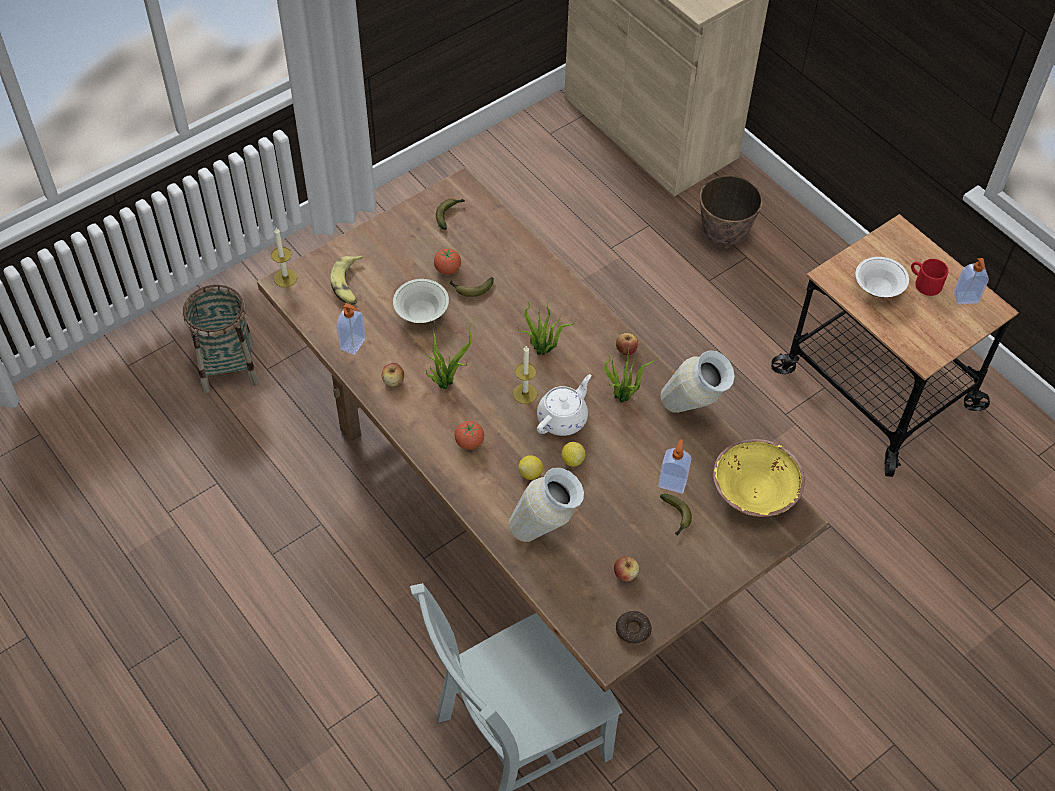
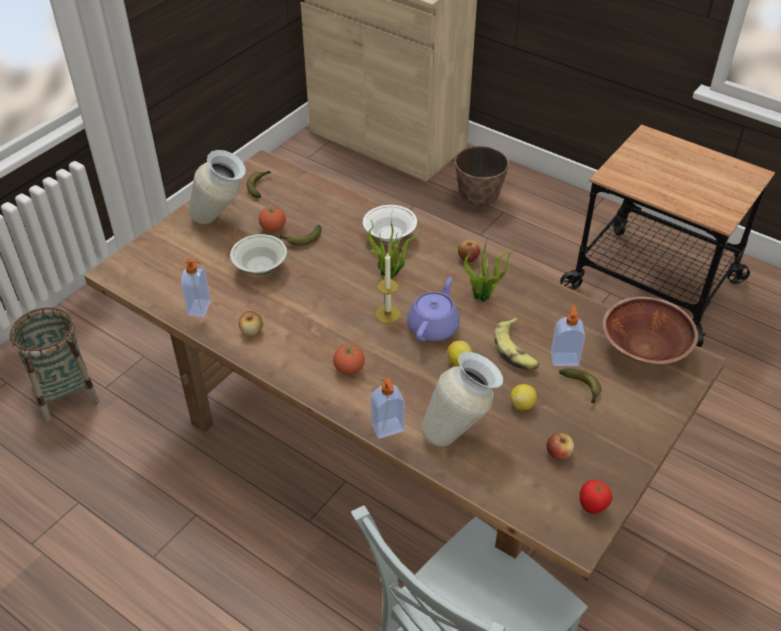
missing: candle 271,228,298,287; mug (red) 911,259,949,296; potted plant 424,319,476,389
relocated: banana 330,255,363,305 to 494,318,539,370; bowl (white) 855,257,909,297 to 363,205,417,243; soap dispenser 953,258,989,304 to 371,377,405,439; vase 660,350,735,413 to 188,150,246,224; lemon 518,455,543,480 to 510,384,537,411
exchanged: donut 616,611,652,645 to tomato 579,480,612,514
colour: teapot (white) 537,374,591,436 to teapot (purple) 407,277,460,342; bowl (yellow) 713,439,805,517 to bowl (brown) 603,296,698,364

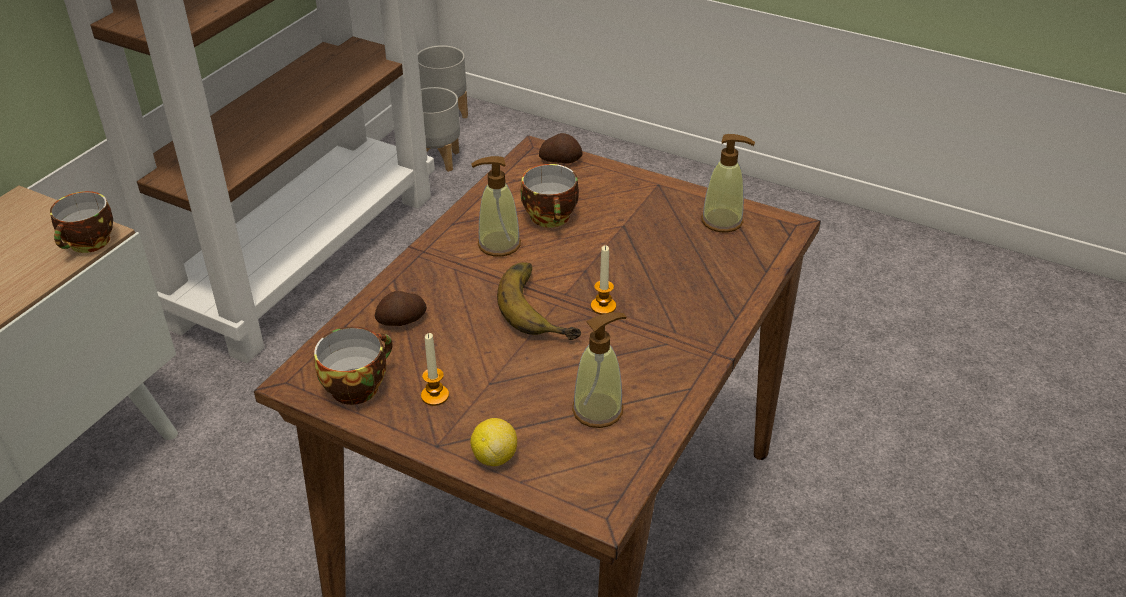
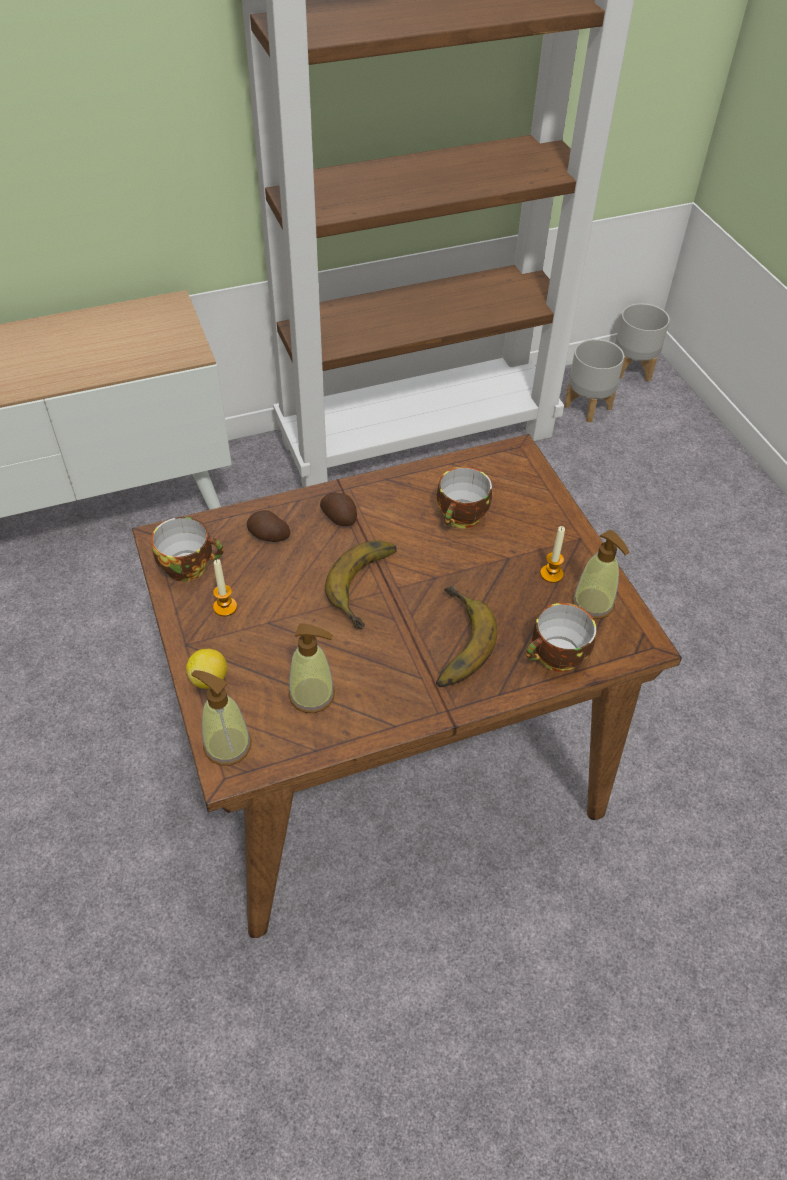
appeared: banana 436,585,497,687
relocated: potato 539,133,583,164 to 320,493,357,526; soap dispenser 471,156,521,257 to 191,670,252,766; cup 50,191,113,253 to 526,603,596,672; candle 591,245,616,315 to 540,526,565,583

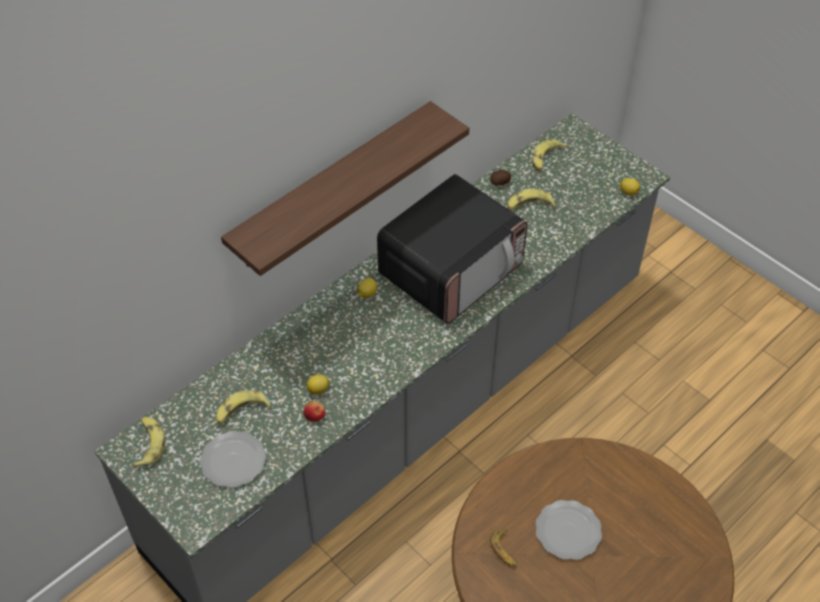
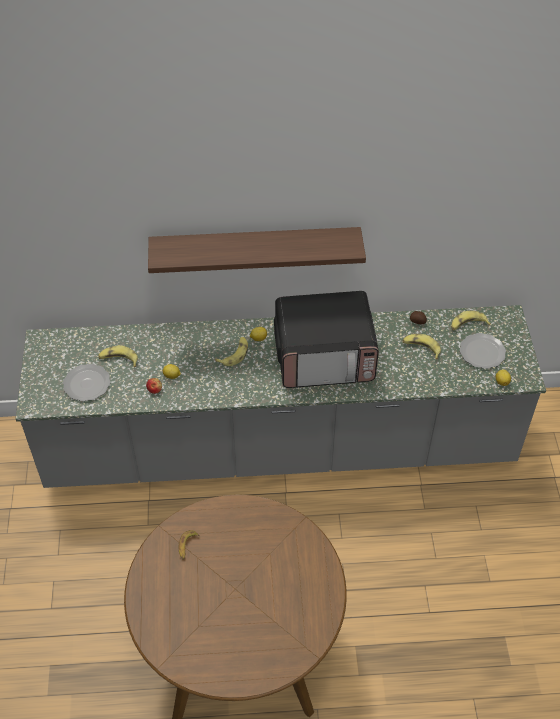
relocated: banana 132,417,165,467 to 215,337,248,366; plate 535,500,602,560 to 460,333,506,369

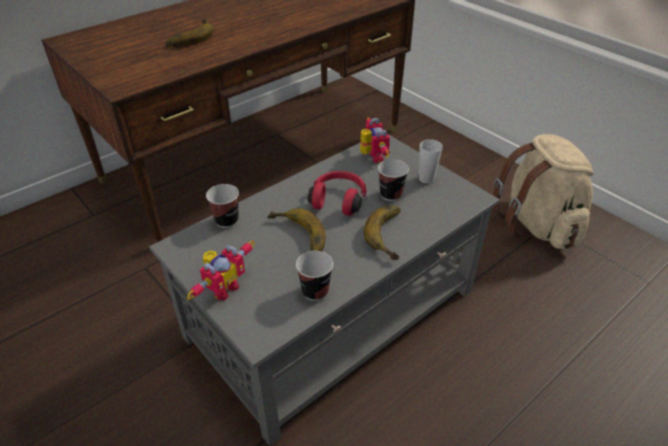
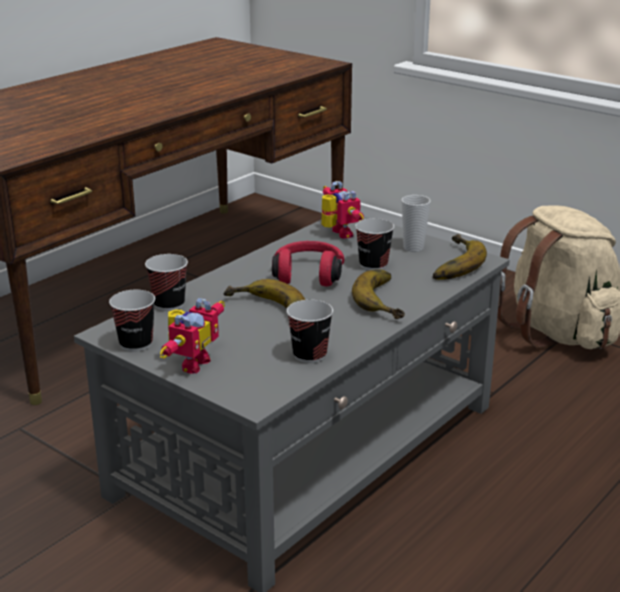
appeared: cup 109,290,155,352
relocated: banana 165,19,214,47 to 433,234,487,280

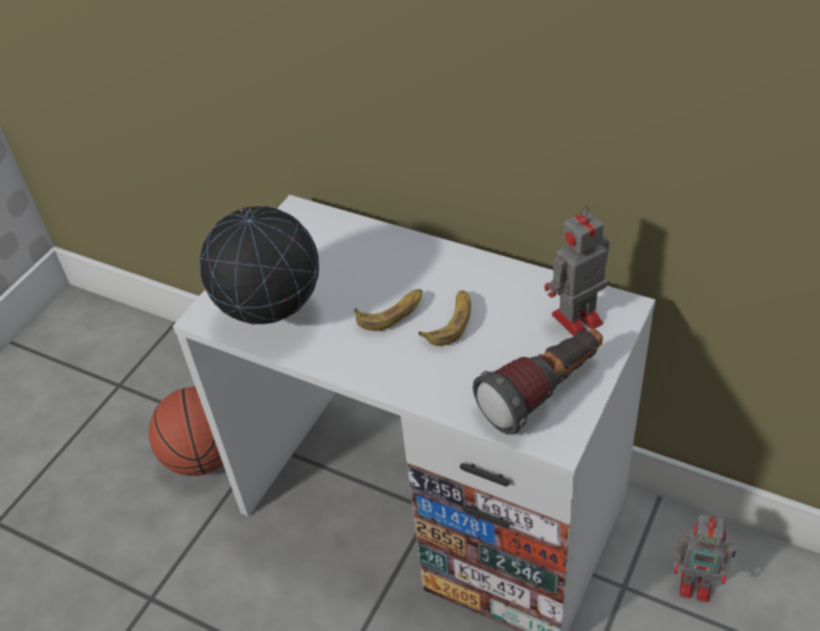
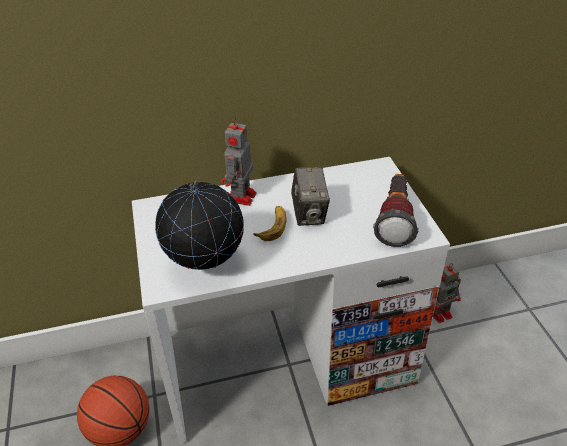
relocated: toy robot 544,206,609,336 to 221,117,256,206
exchanged: banana 418,290,471,346 to photo camera 291,167,330,226

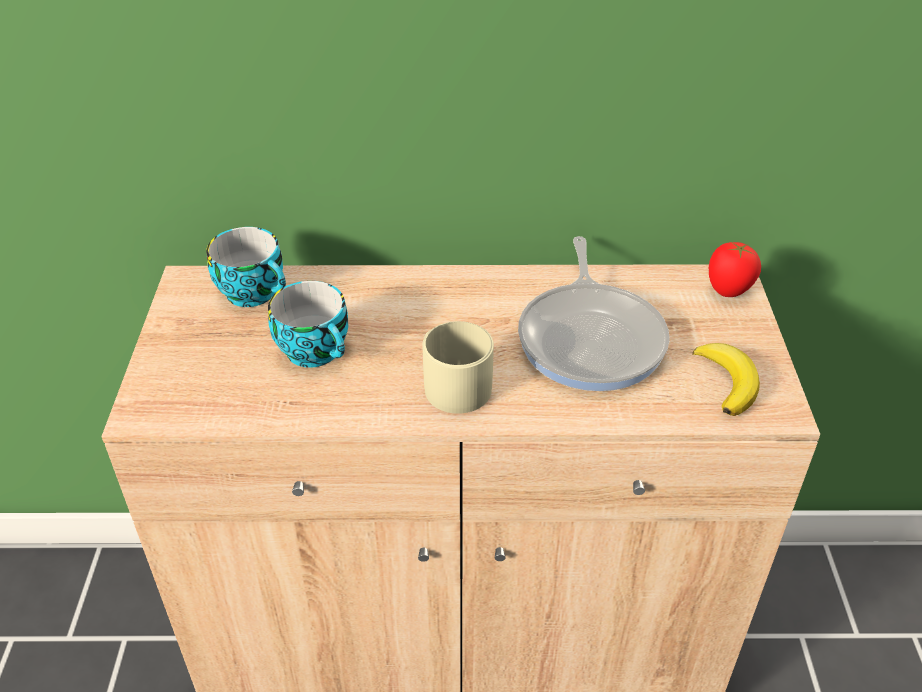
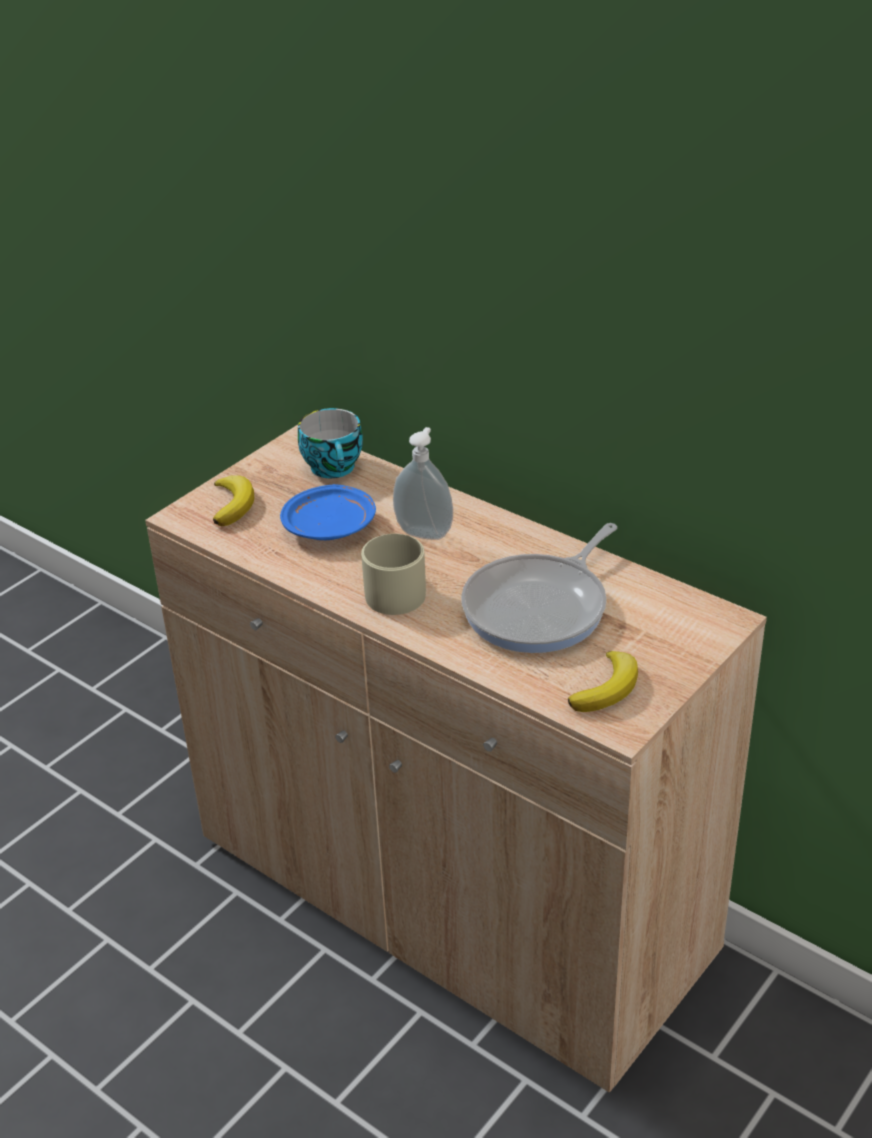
missing: tomato 709,242,761,297
appeared: soap dispenser 393,427,453,540; banana 213,475,254,526
exchanged: cup 268,281,348,368 to plate (blue) 280,484,376,540

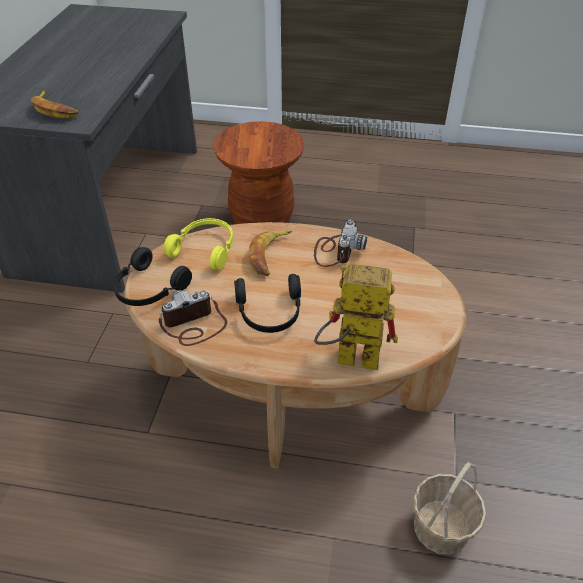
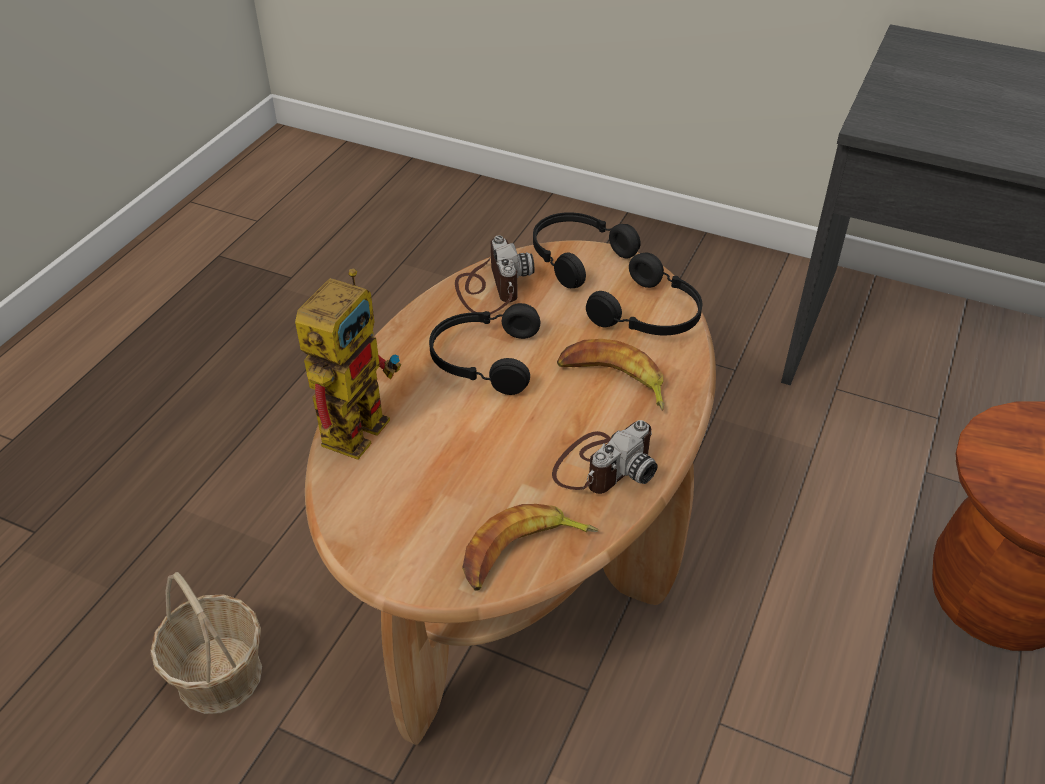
relocated: banana 31,90,79,118 to 462,504,598,590
colour: headphones (yellow) 164,218,233,270 to headphones (black) 586,252,702,335
spun: photo camera 314,220,367,267 = 552,420,658,494 75 degrees counterclockwise

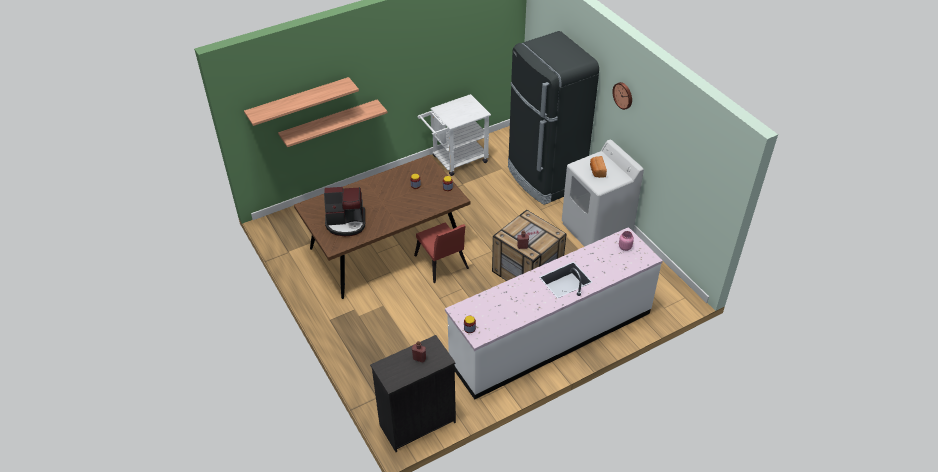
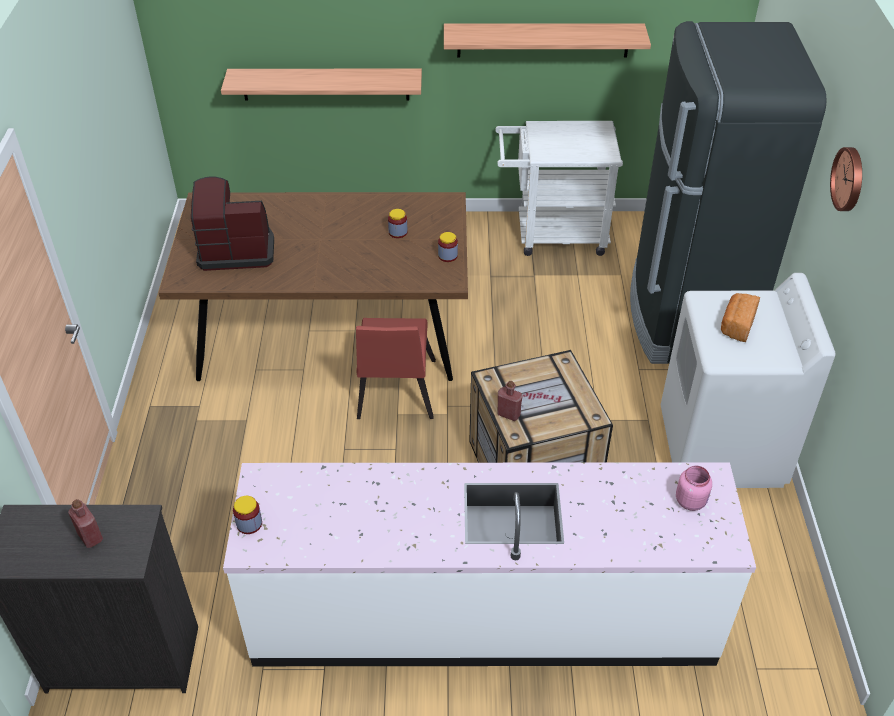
relocated: shelf 244,77,359,126 to 444,23,651,58
spun: coffee machine 324,187,365,236 = 191,176,274,271 150 degrees clockwise

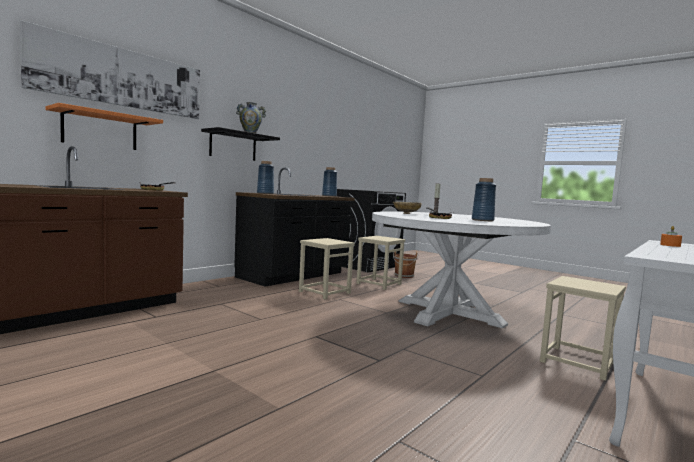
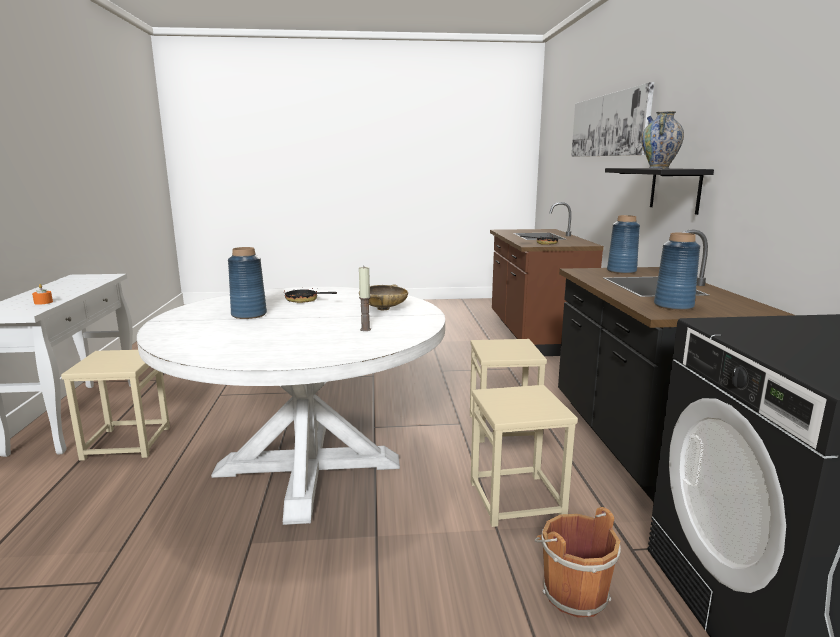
missing: shelf (orange) 45,103,163,150

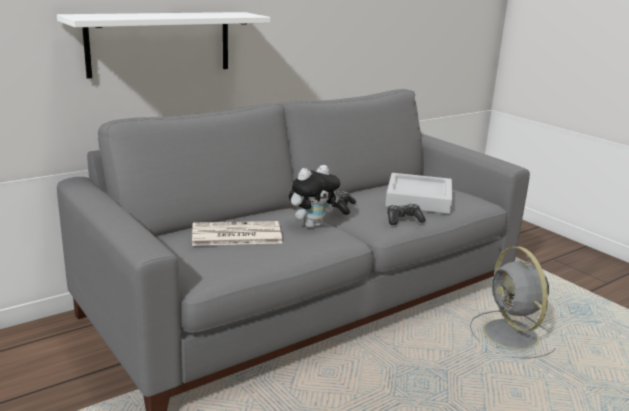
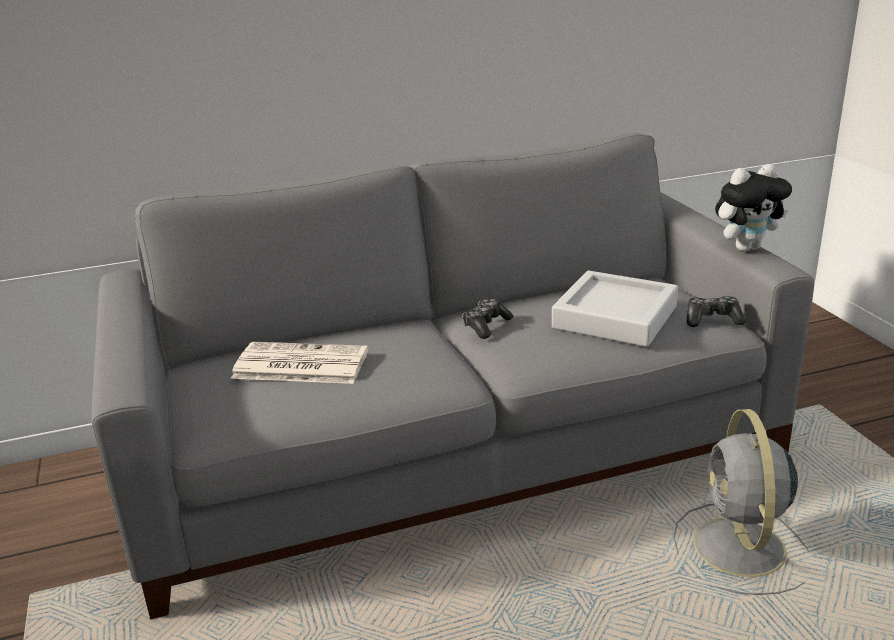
missing: shelf (white) 57,12,270,79
relocated: plush toy 289,165,340,228 to 715,164,792,252; game controller 387,204,426,225 to 687,296,746,327

